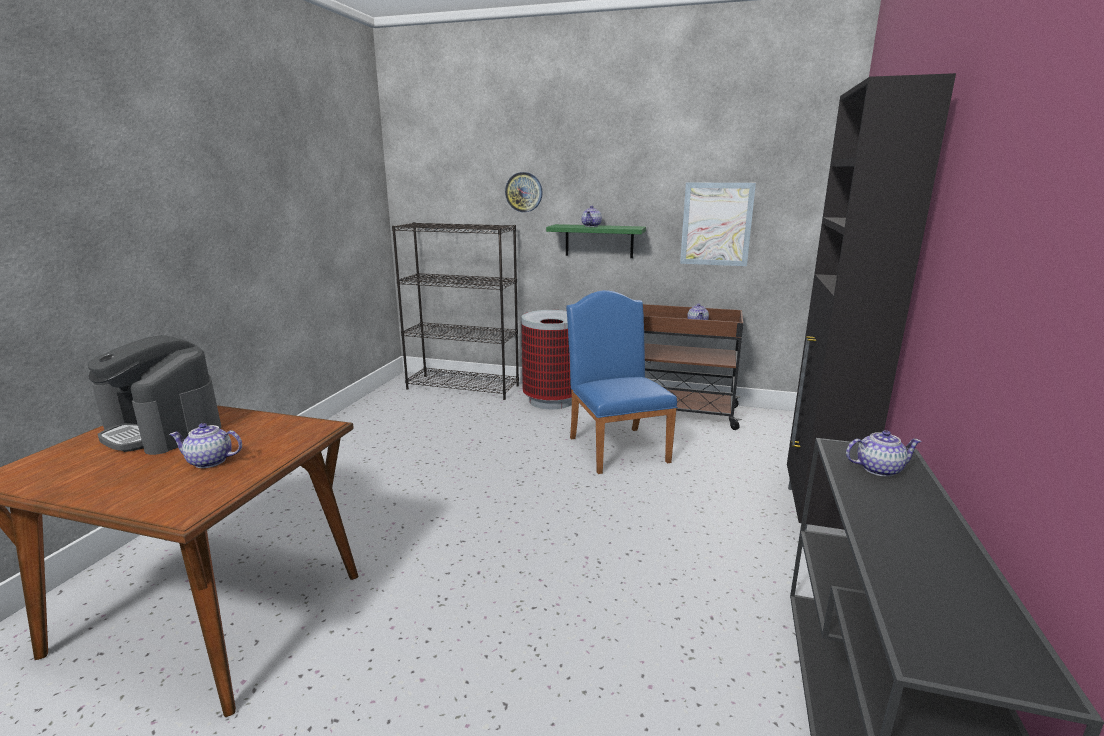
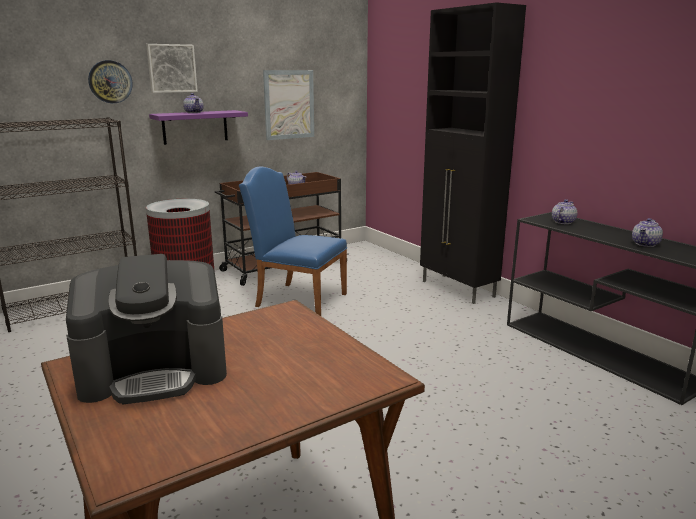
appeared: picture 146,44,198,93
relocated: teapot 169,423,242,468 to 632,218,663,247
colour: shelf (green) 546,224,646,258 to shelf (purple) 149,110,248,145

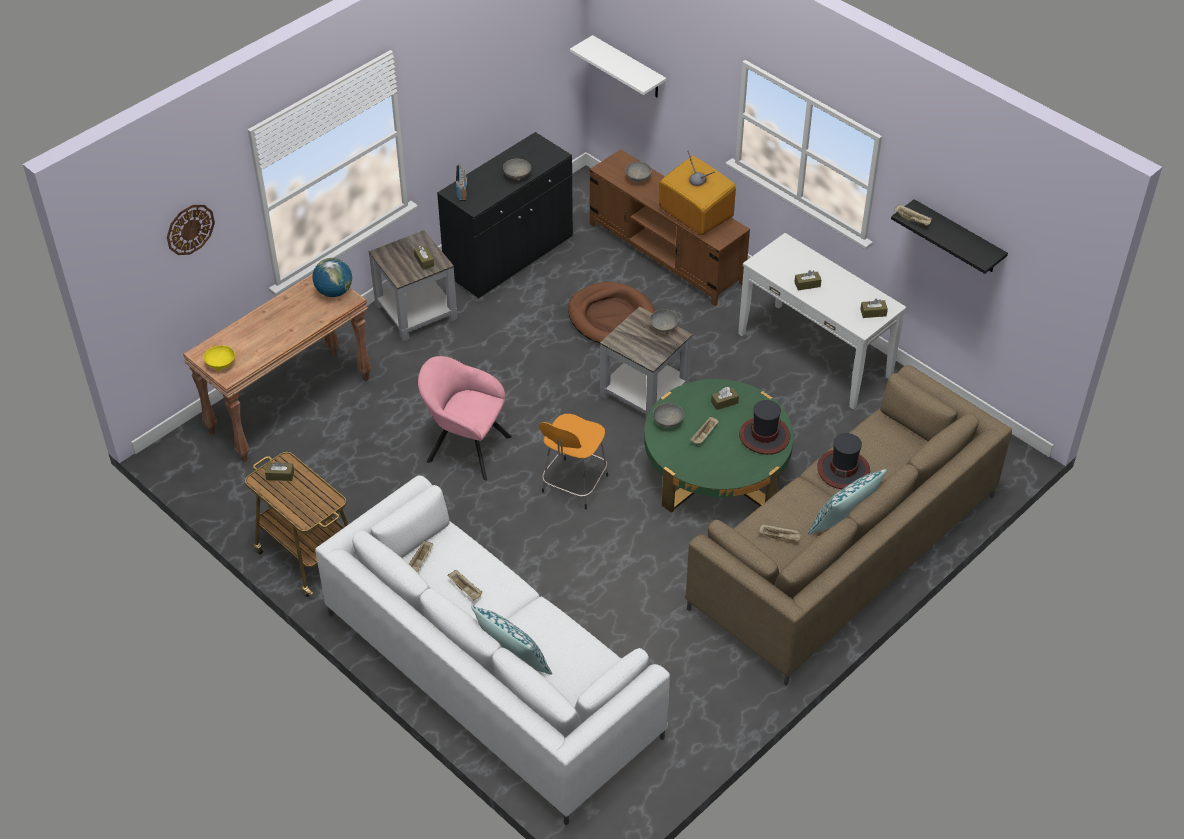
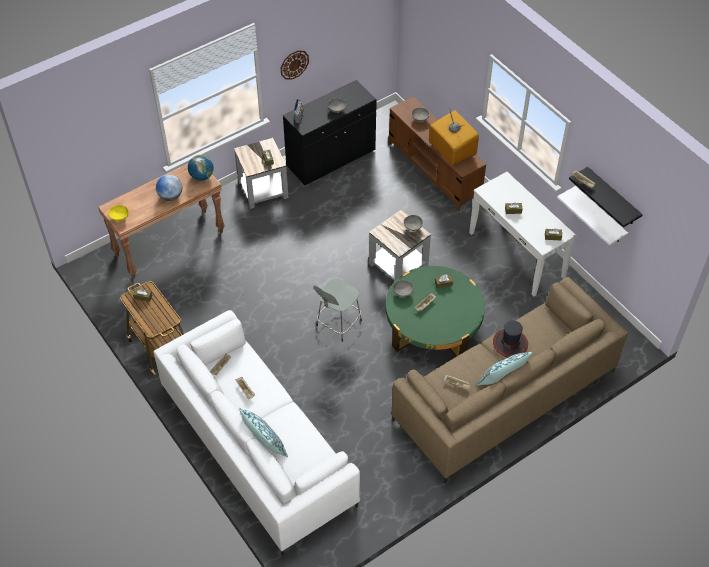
missing: dog bed (brown) 568,282,655,343; armchair (pink) 418,356,512,480; hat 739,400,790,455
appeared: globe 156,175,182,201
relocated: shelf (white) 570,35,666,97 to 557,186,628,246; wall clock 167,205,215,255 to 281,50,309,80
colour: stool (orange) 539,414,608,509 to stool (grey) 313,278,362,342

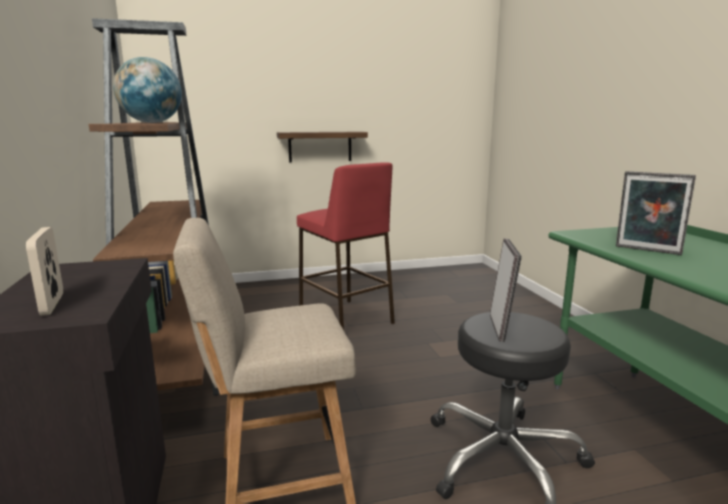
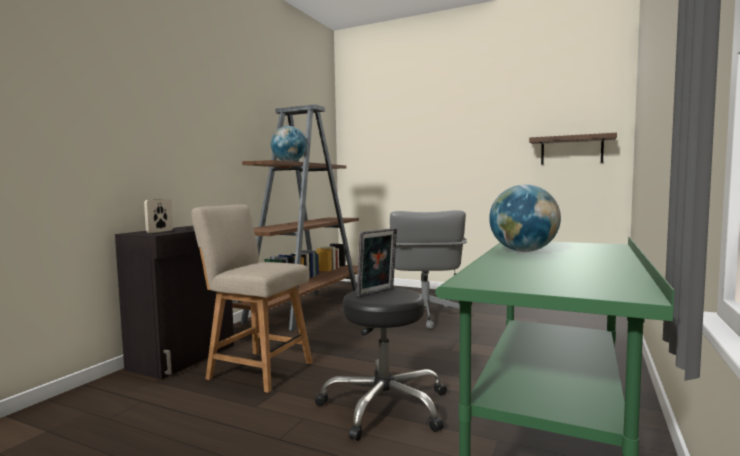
relocated: shelf 277,132,368,162 to 529,133,617,165
exchanged: stool (red) 297,162,395,330 to office chair (grey) 390,210,467,329; picture frame 616,171,696,255 to globe 489,184,561,252

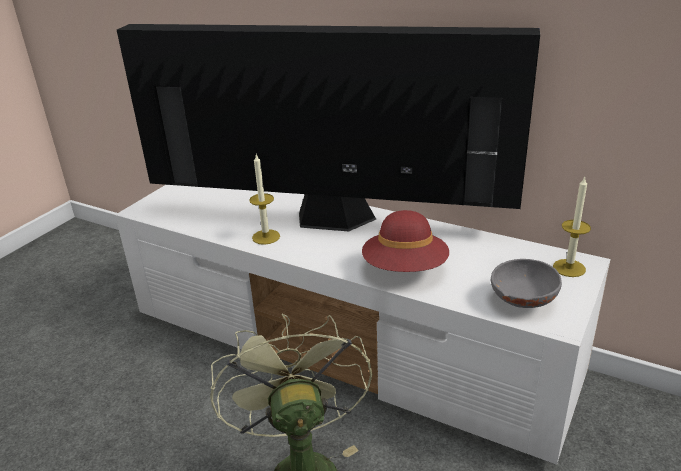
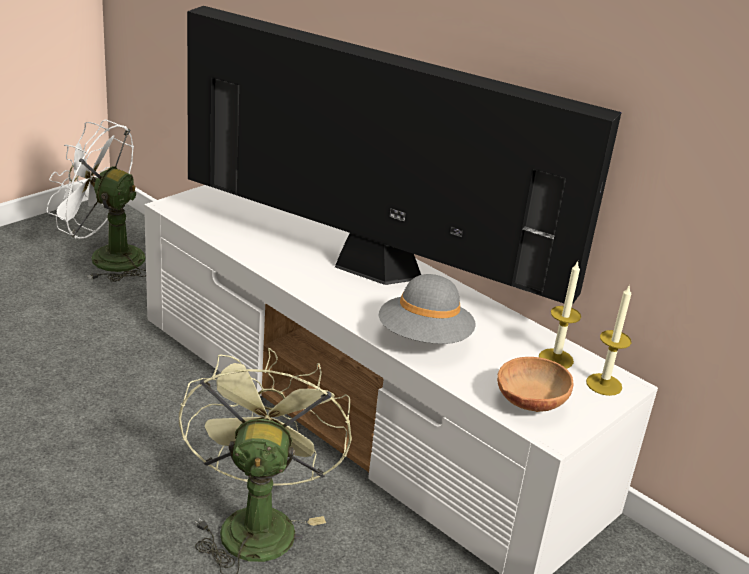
appeared: fan (white) 47,120,146,282
relocated: candle 249,154,280,245 to 539,261,581,369
colour: hat (red) 362,210,449,272 to hat (grey) 379,274,476,344; bowl (grey) 491,259,562,308 to bowl (brown) 497,357,573,412

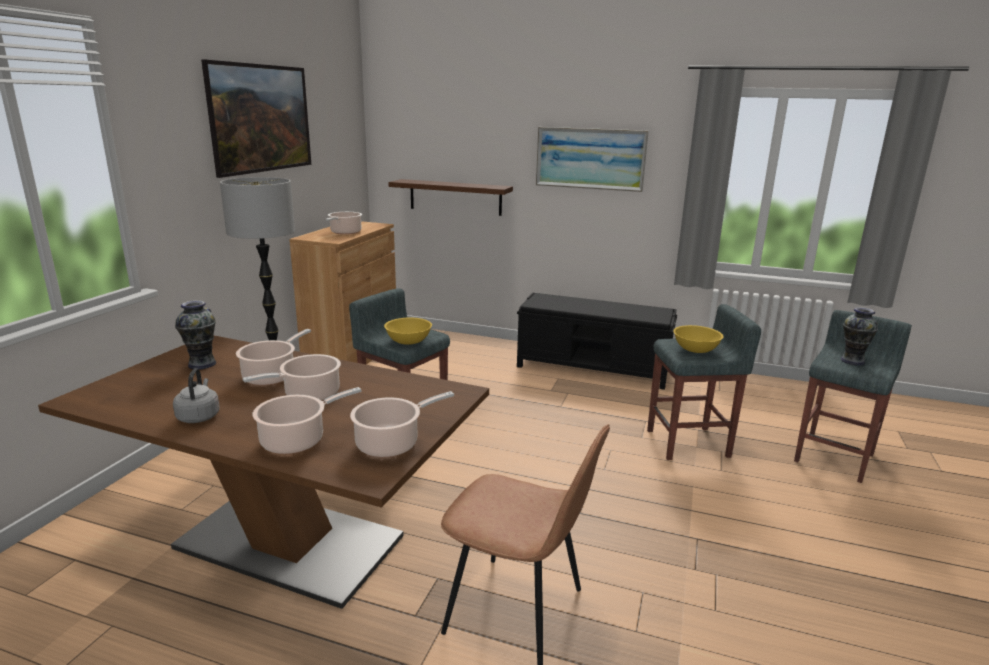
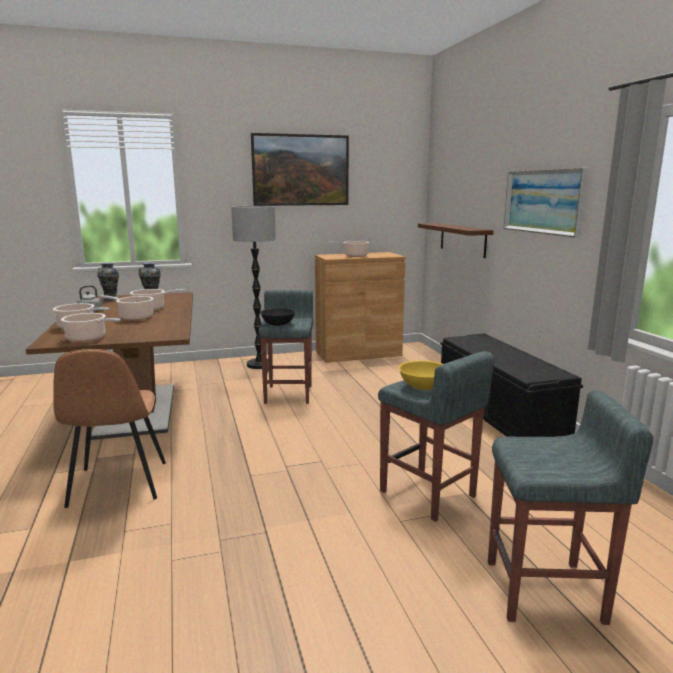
relocated: vase 841,307,878,366 to 97,262,119,301
colour: bowl (yellow) 384,318,432,345 to bowl (black) 260,308,296,326

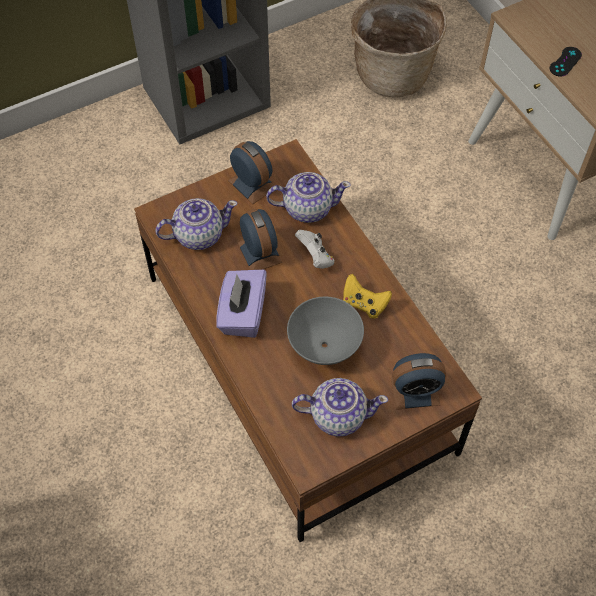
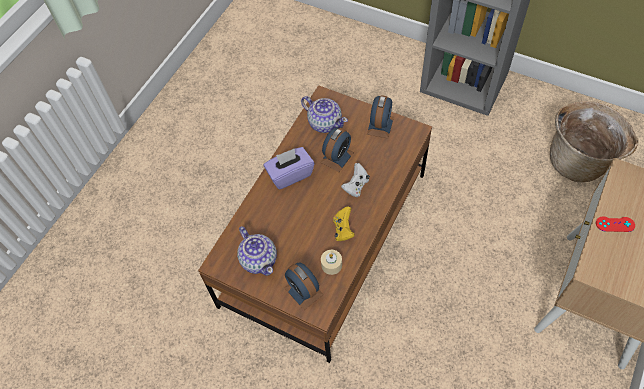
missing: teapot 266,172,351,223; bowl (grey) 287,297,364,365
appeared: candle (beige) 321,250,342,275
colour: game controller (black) 550,47,582,77 to game controller (red) 596,216,635,232

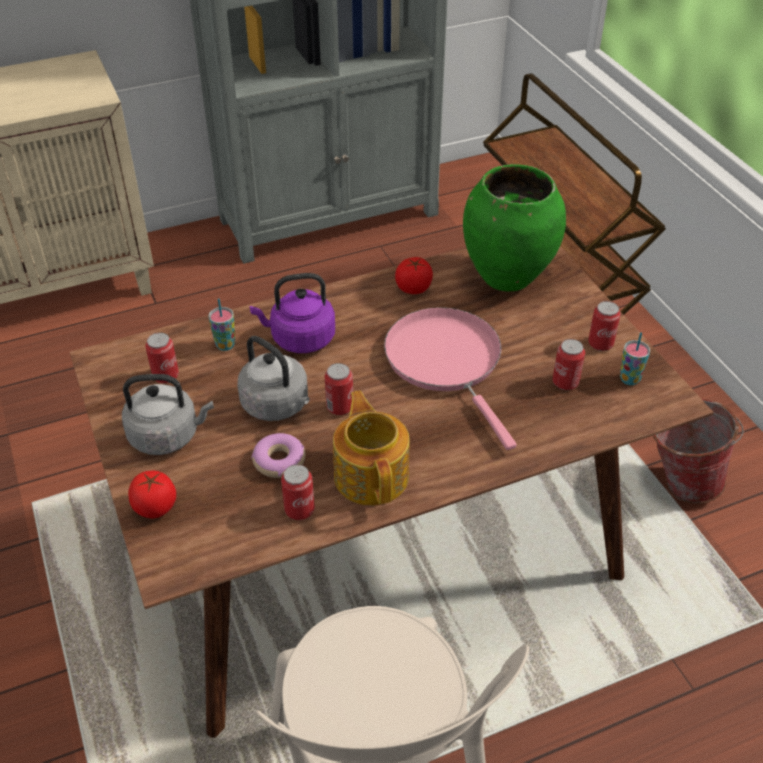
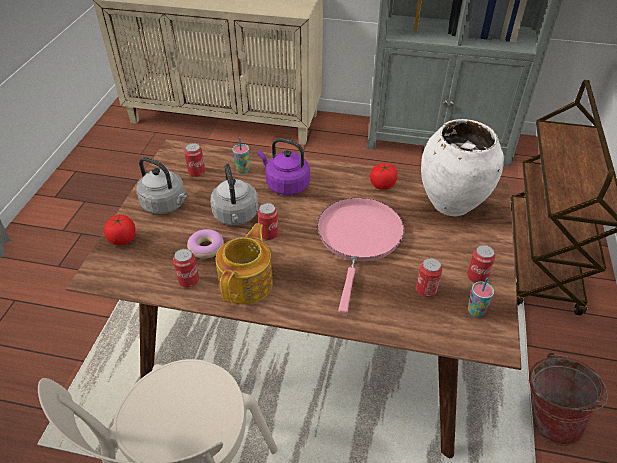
colour: vase (green) 463,164,566,291 to vase (white) 421,119,504,216

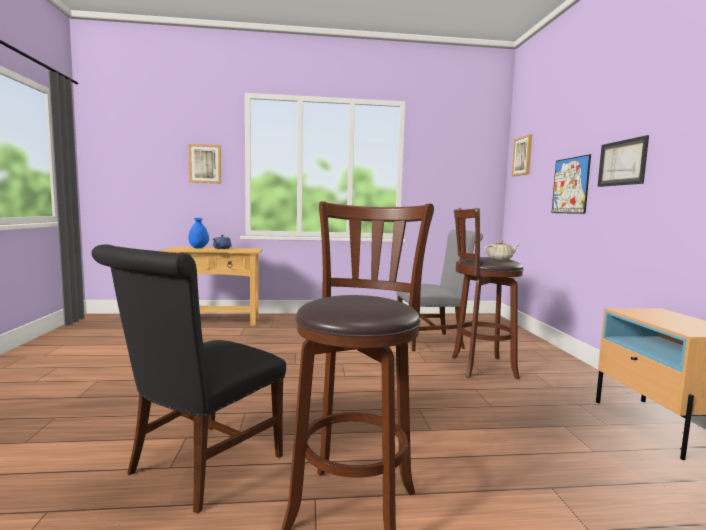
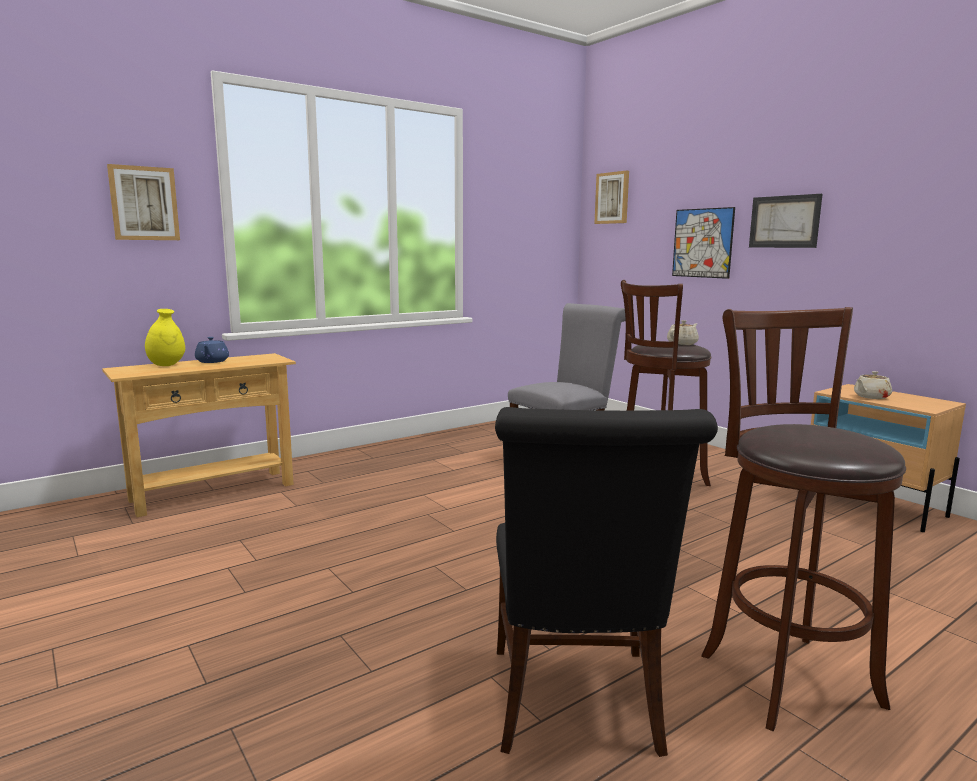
appeared: teapot (beige) 854,371,892,399
colour: vase (blue) 188,218,209,248 to vase (yellow) 145,309,185,366

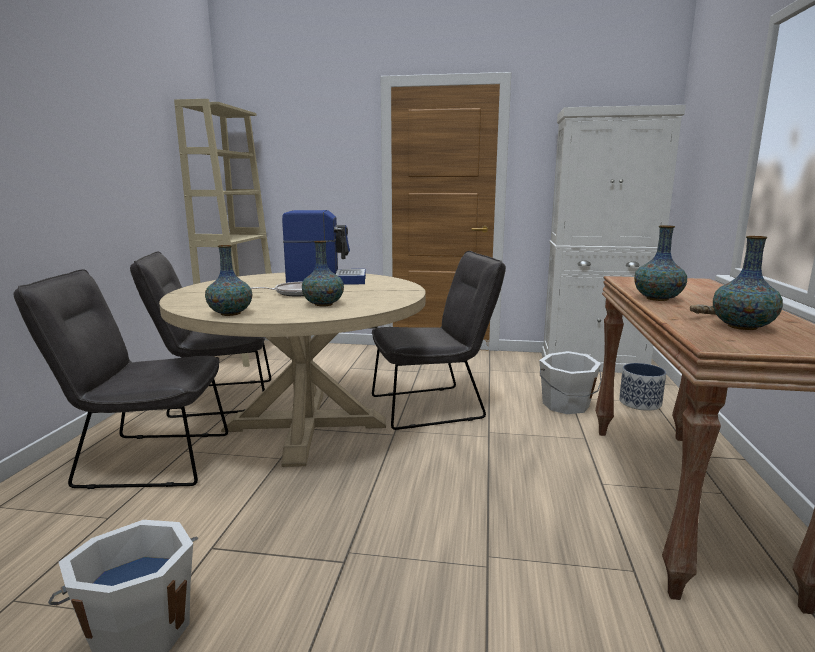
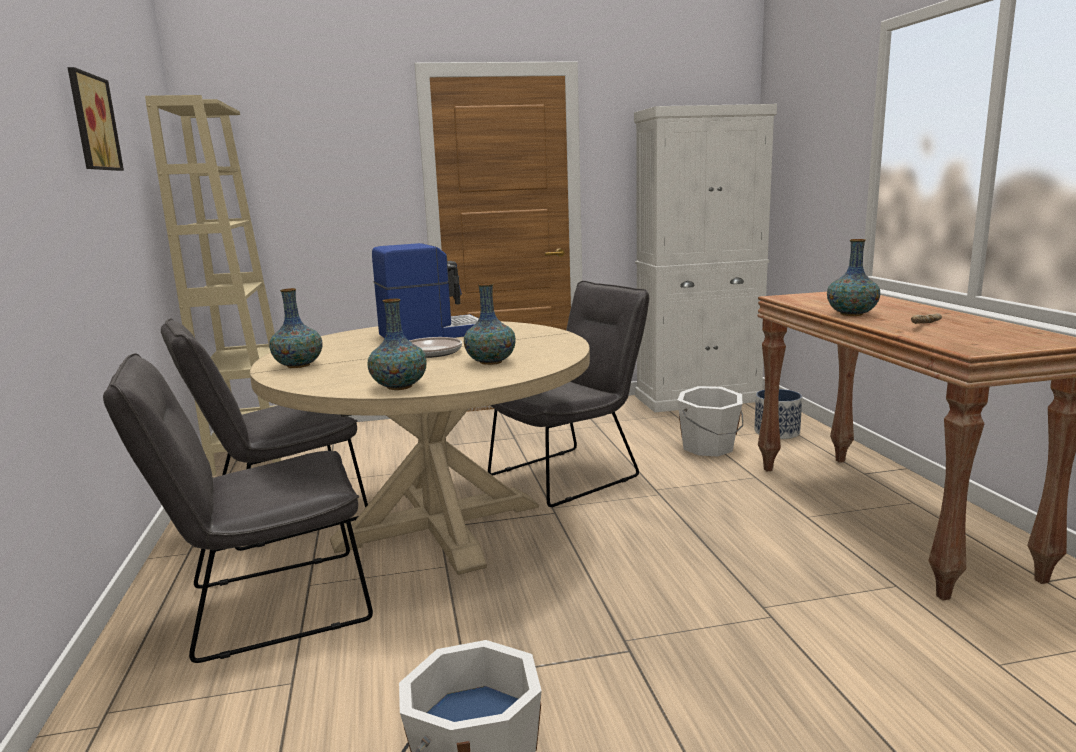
appeared: picture 68,67,124,171
relocated: vase 713,236,783,330 to 269,288,323,368

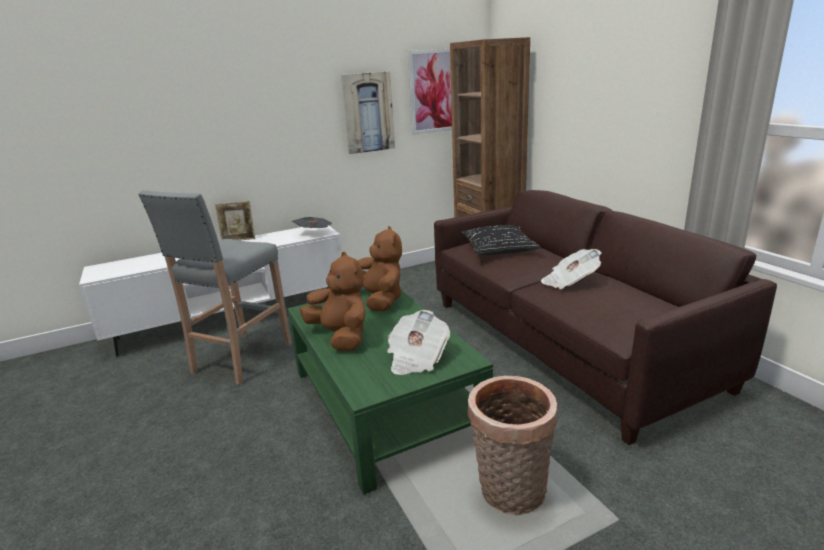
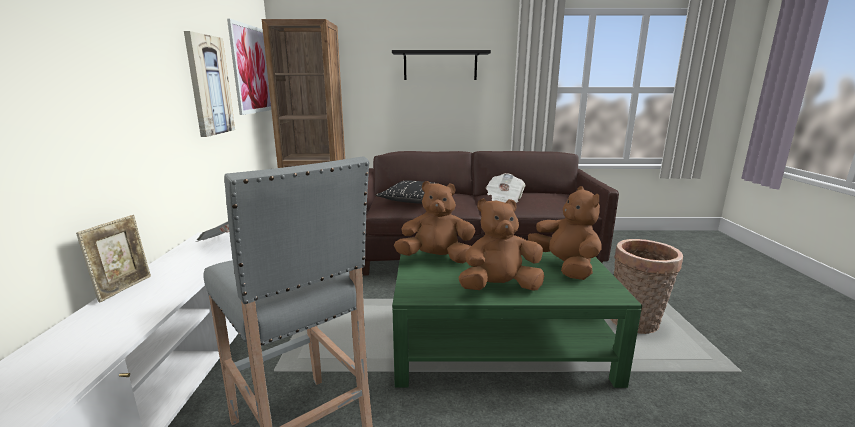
appeared: shelf (black) 392,50,491,80
exchanged: newspaper 387,310,450,375 to plush toy (brown) 528,186,602,280

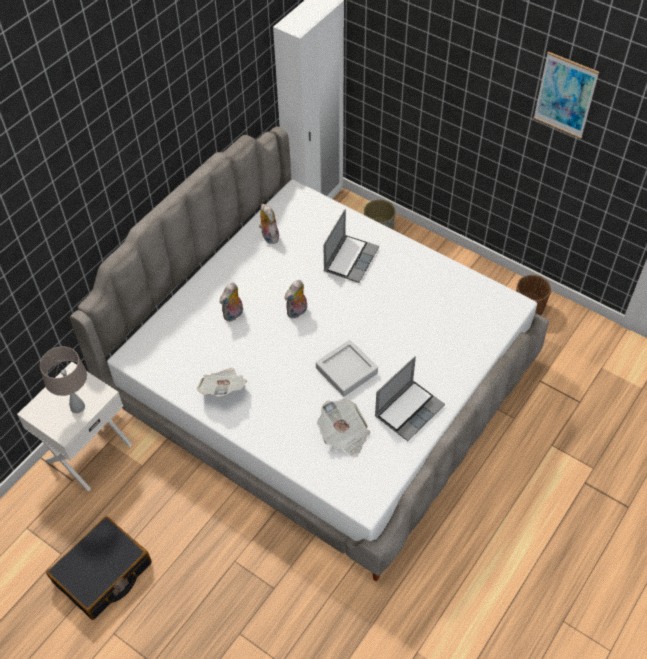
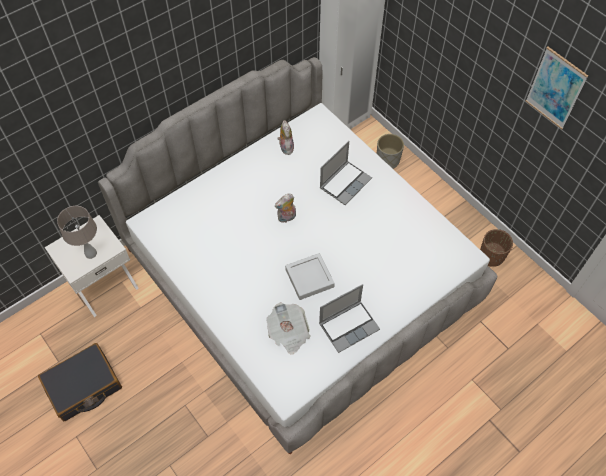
missing: plush toy 220,282,243,322; newspaper 197,368,247,397

